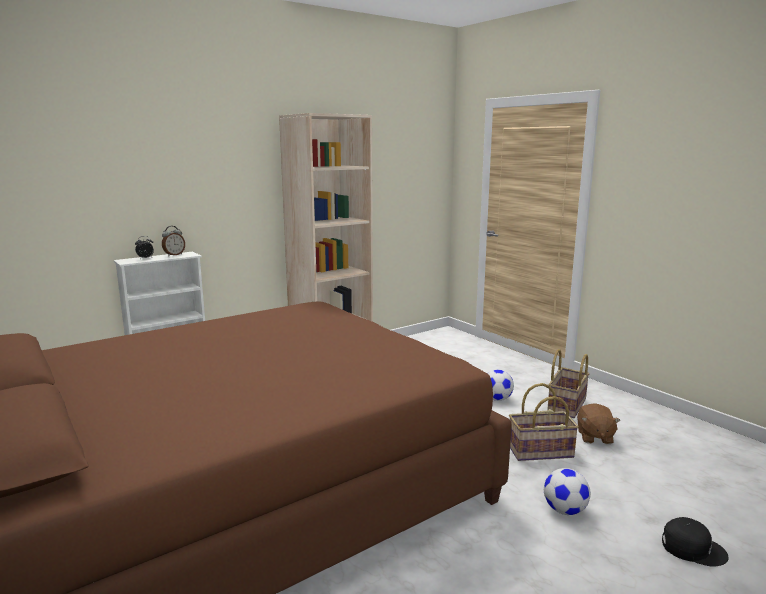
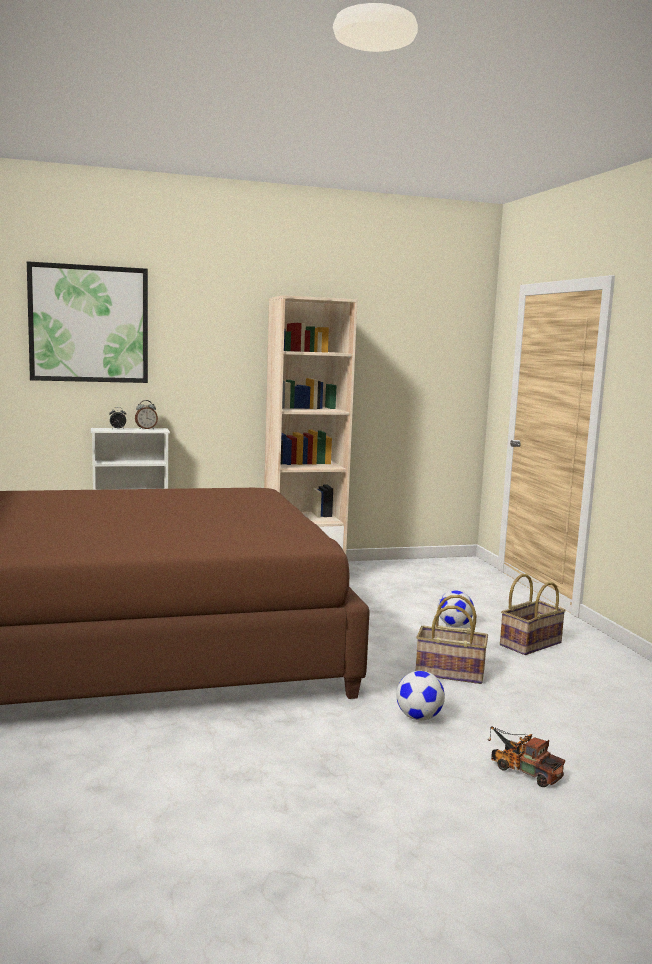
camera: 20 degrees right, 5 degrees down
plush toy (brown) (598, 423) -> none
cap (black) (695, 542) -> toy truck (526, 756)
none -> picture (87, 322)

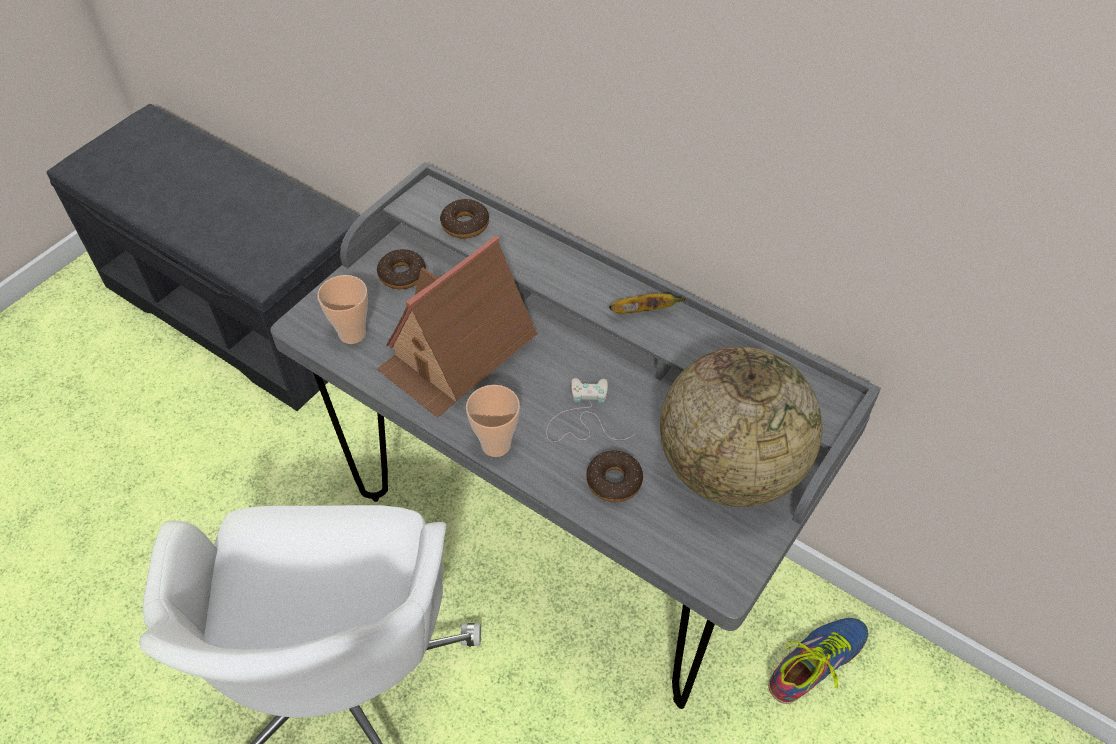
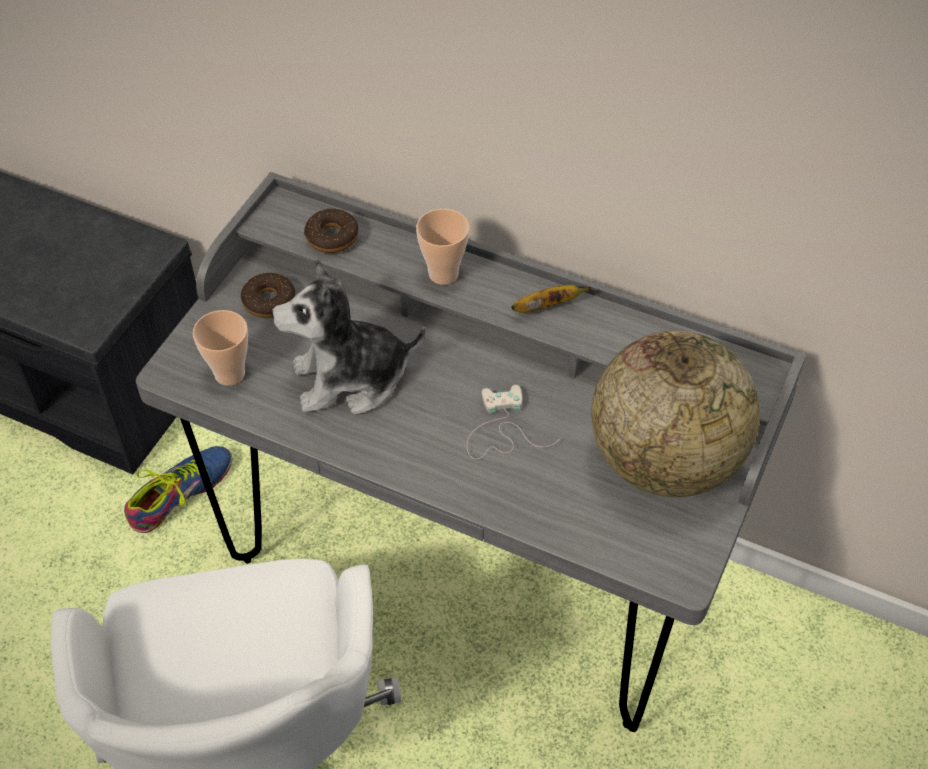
camera: 10 degrees left, 0 degrees up
toy house (457, 326) -> plush toy (349, 336)
cup (493, 421) -> cup (442, 247), relocated
donut (614, 476) -> none
shoe (818, 661) -> shoe (178, 489), relocated

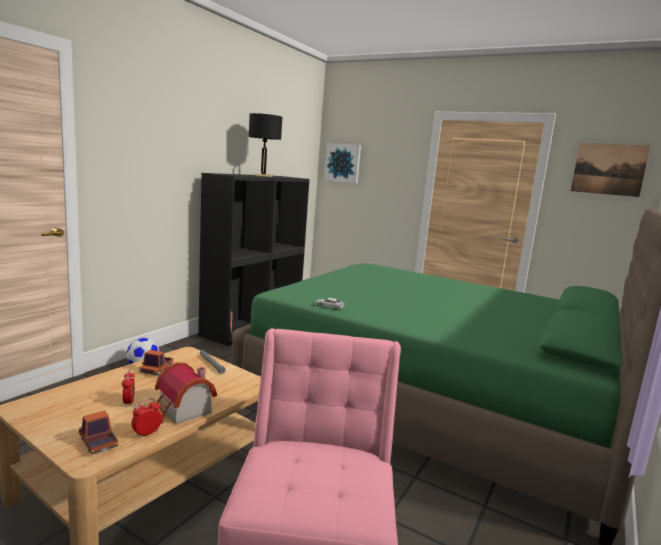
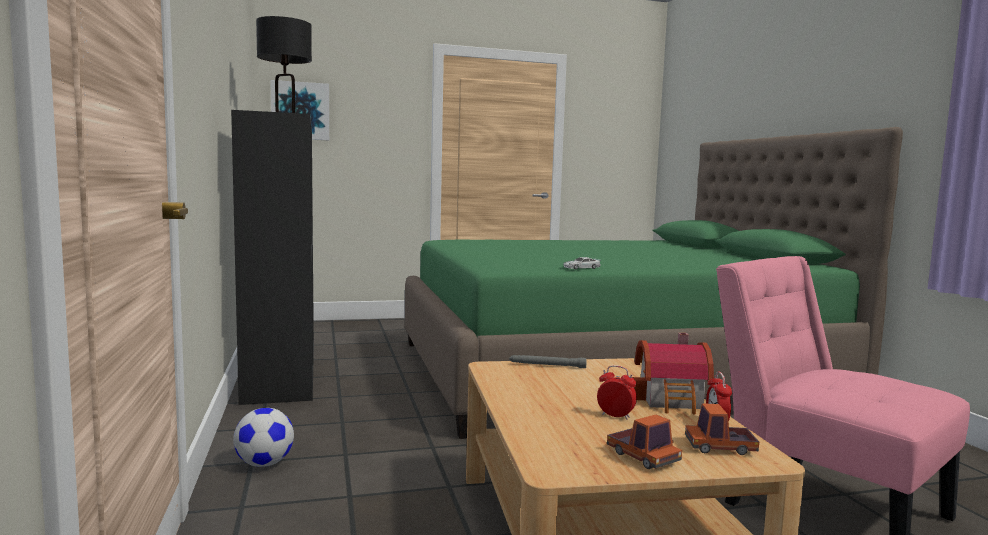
camera: 45 degrees left, 5 degrees down
picture (611, 170) -> none
toy truck (156, 362) -> toy truck (644, 441), relocated

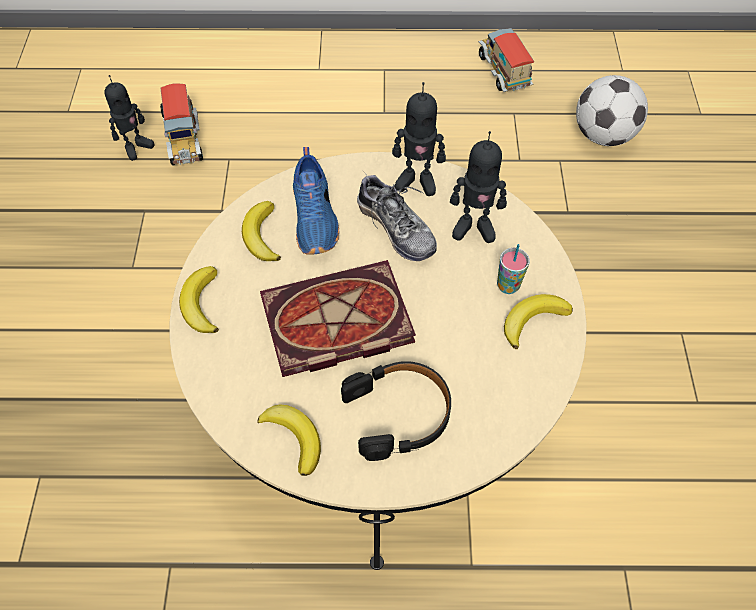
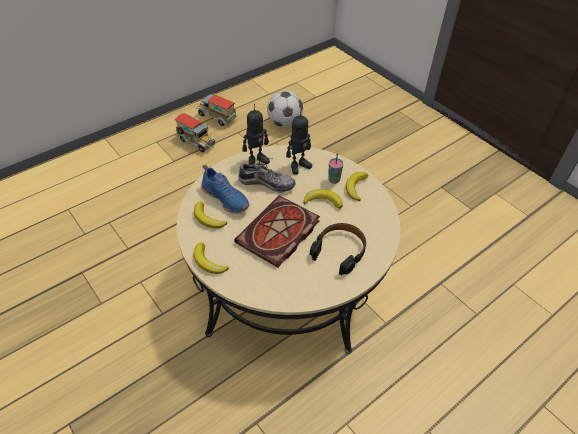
camera: 40 degrees left, 10 degrees down
toy robot (129, 118) -> none
toy truck (181, 124) -> toy truck (195, 132), relocated
banana (289, 440) -> banana (323, 199), relocated

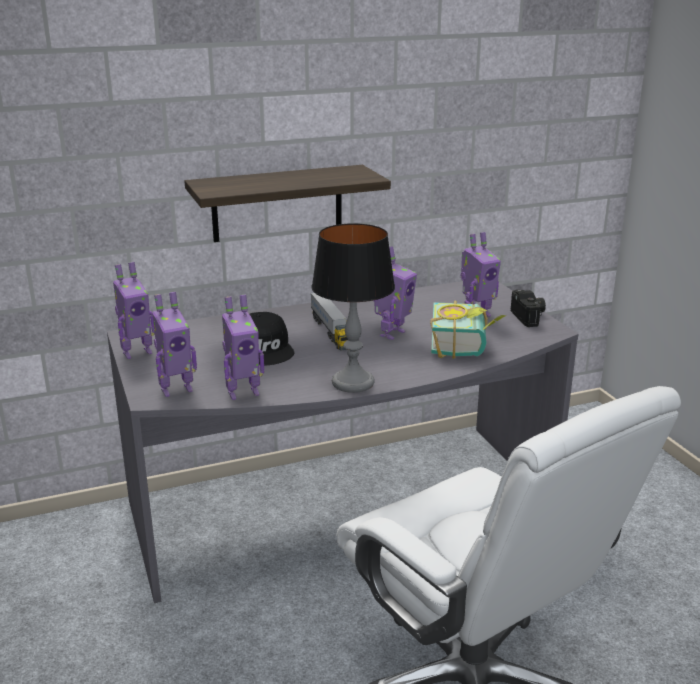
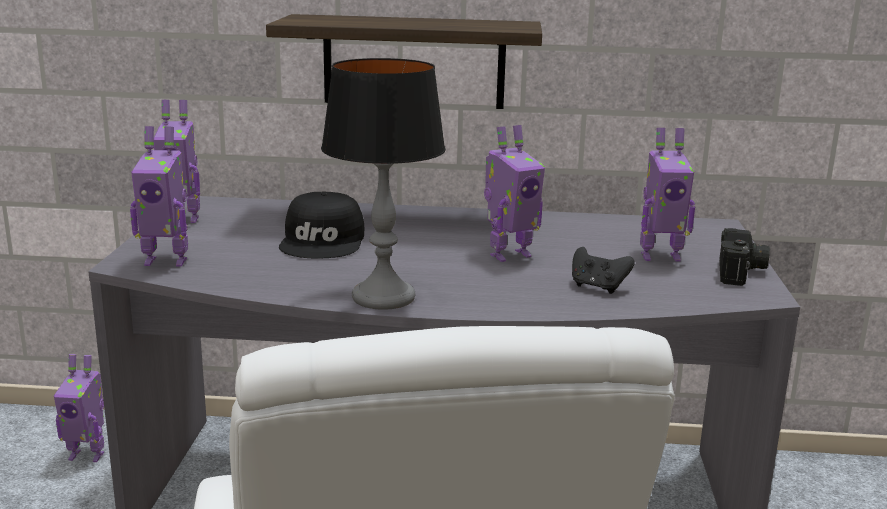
camera: 25 degrees right, 5 degrees down
toy truck (329, 322) -> none
toy robot (243, 347) -> toy robot (79, 408), relocated
book (468, 329) -> game controller (black) (603, 270)

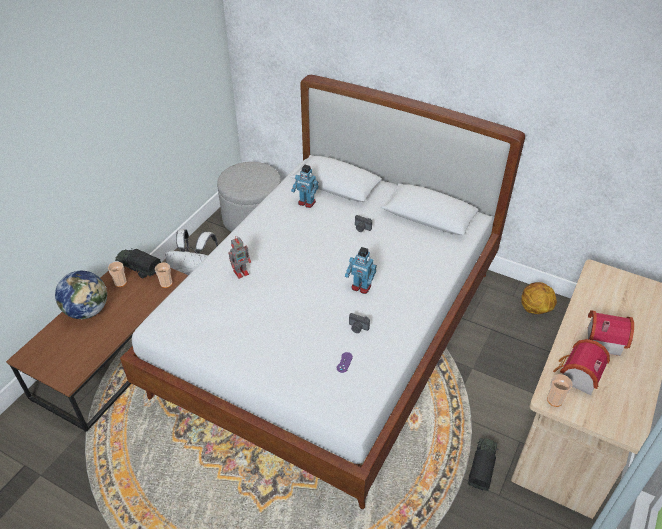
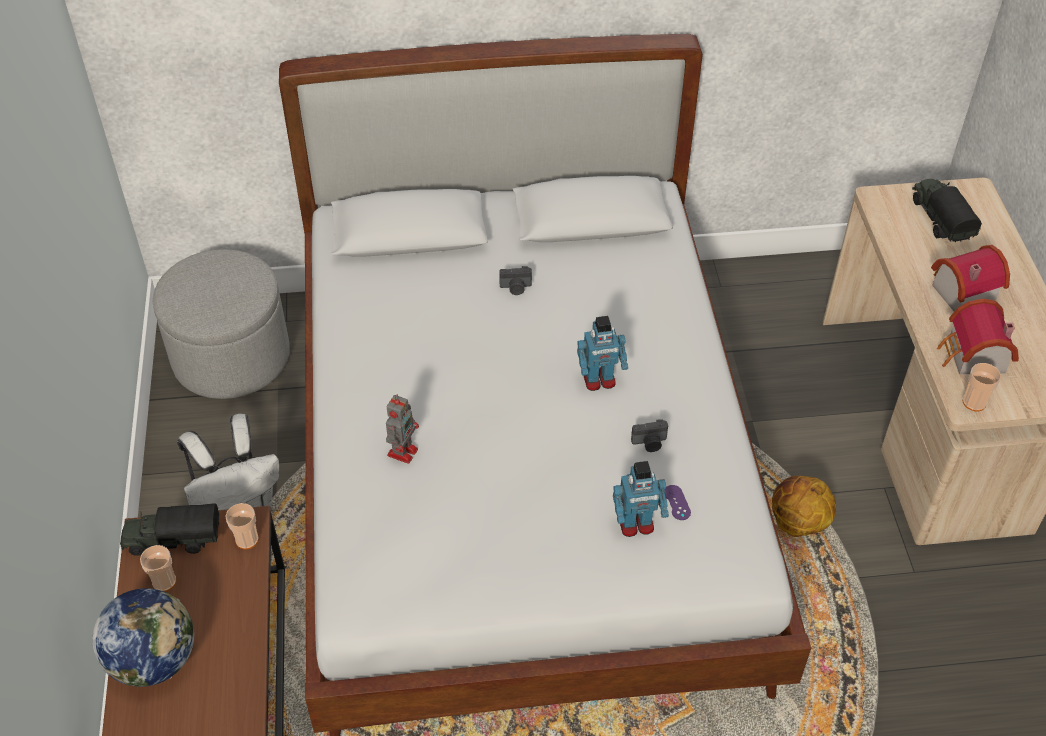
camera: 35 degrees left, 5 degrees up
toy robot (304, 186) -> toy robot (641, 499), relocated
basketball (539, 298) -> basketball (804, 506), relocated
toy truck (483, 464) -> toy truck (947, 210), relocated

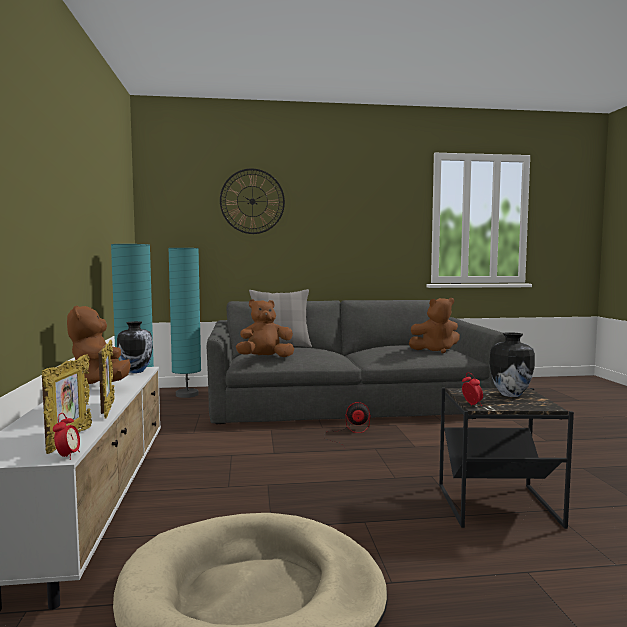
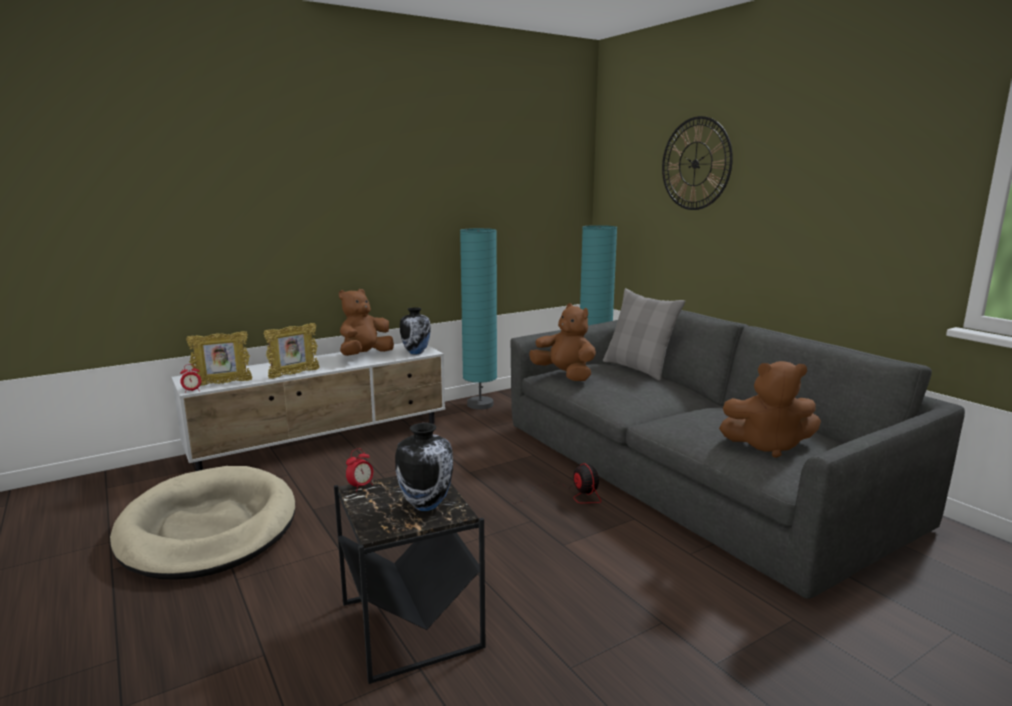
camera: 65 degrees right, 10 degrees up
plush toy (brown) (434, 325) -> plush toy (brown) (770, 409), 45 degrees counterclockwise

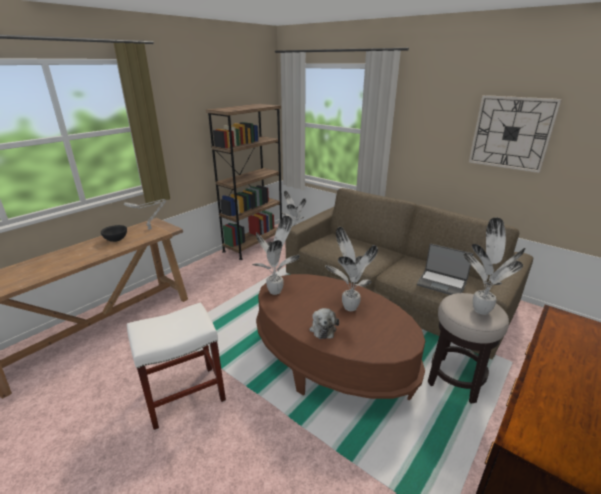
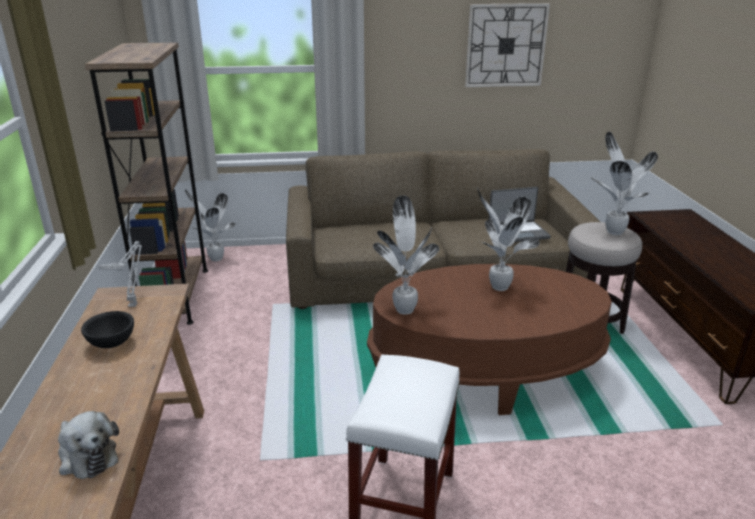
camera: 45 degrees left, 0 degrees up
plush toy (324, 323) -> plush toy (88, 445), relocated

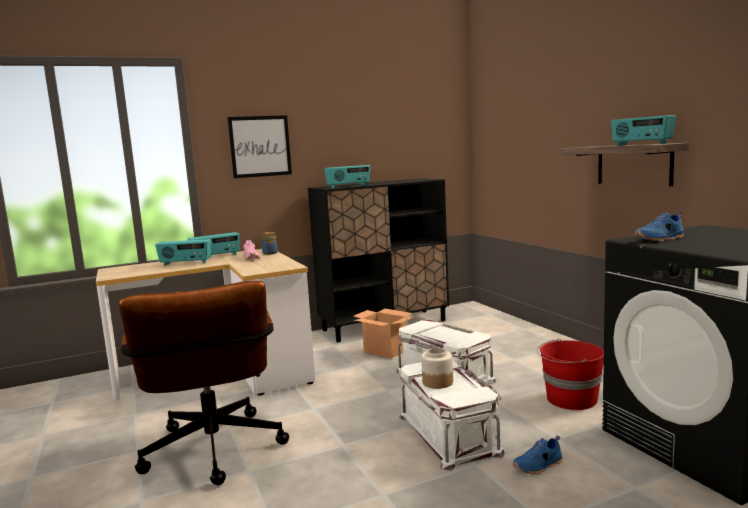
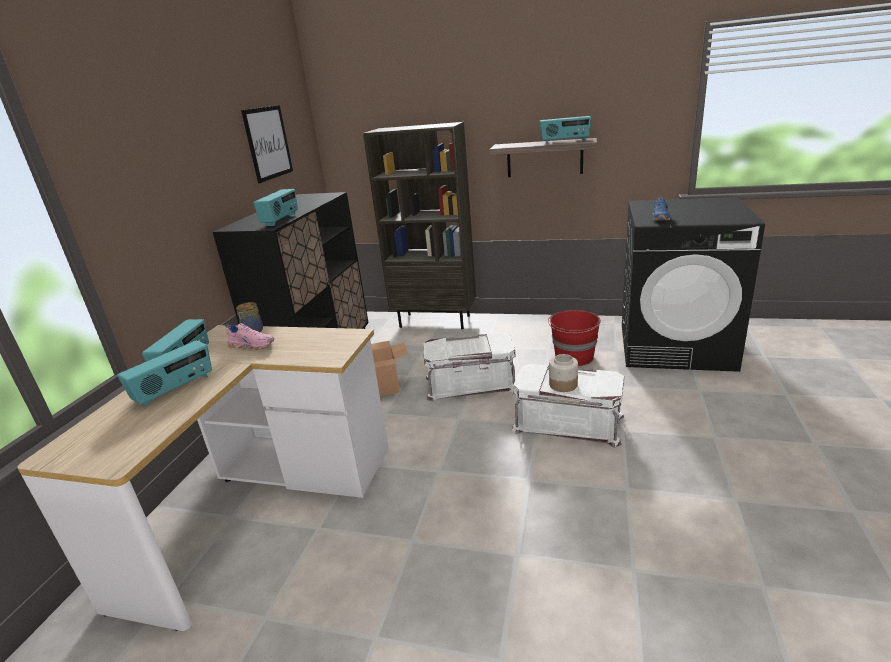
camera: 50 degrees left, 15 degrees up
picture (259, 146) -> picture (267, 144), relocated
office chair (brown) (204, 383) -> none
shoe (blue) (537, 455) -> none
none -> bookcase (brown) (419, 225)

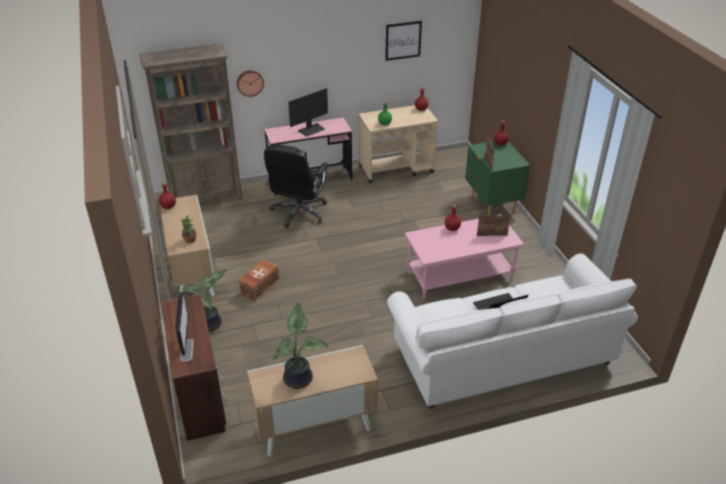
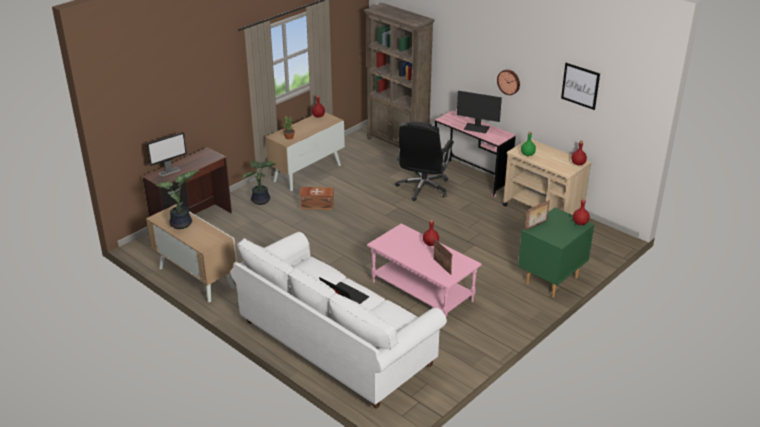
camera: 60 degrees right, 5 degrees down
wall clock (250, 83) -> wall clock (508, 82), relocated
office chair (black) (296, 186) -> office chair (black) (424, 161), 60 degrees counterclockwise

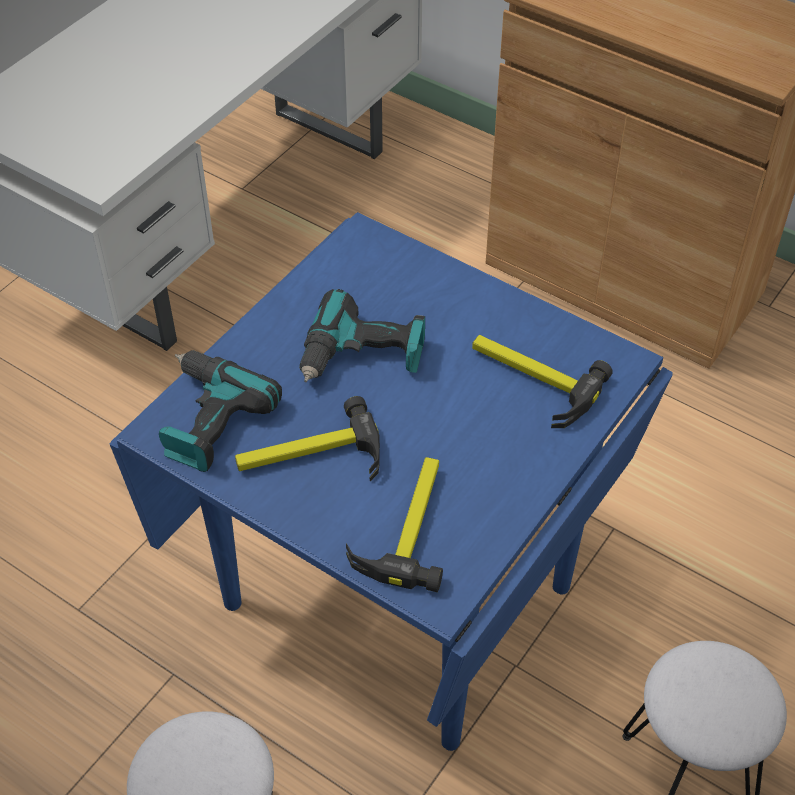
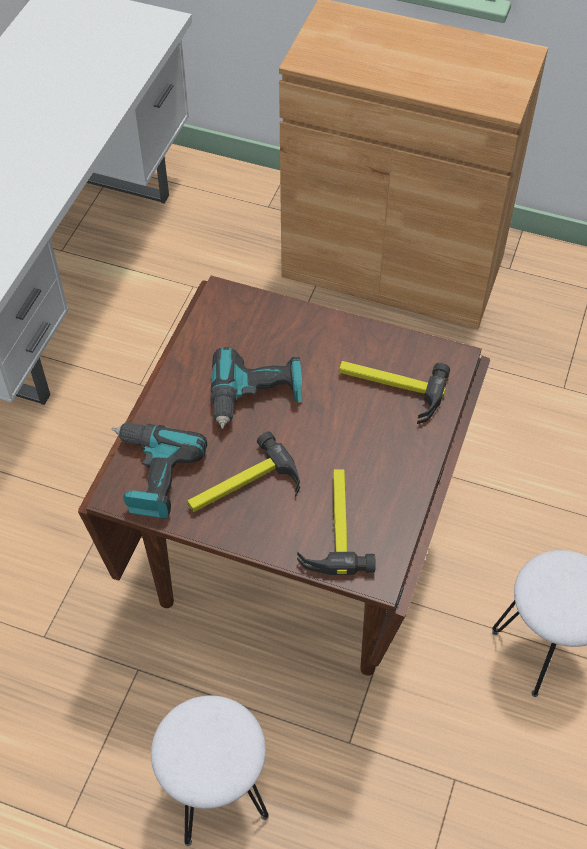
camera: 15 degrees left, 5 degrees up
dining table (blue) (391, 481) -> dining table (brown) (284, 476)

